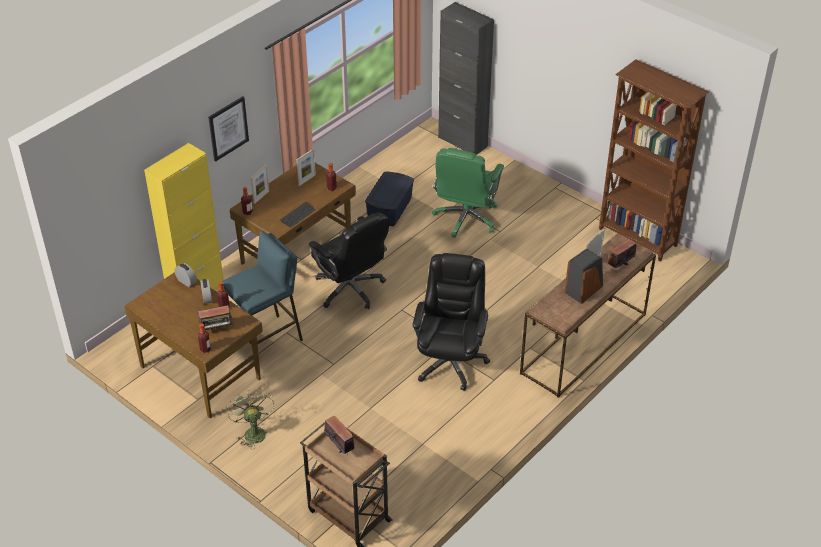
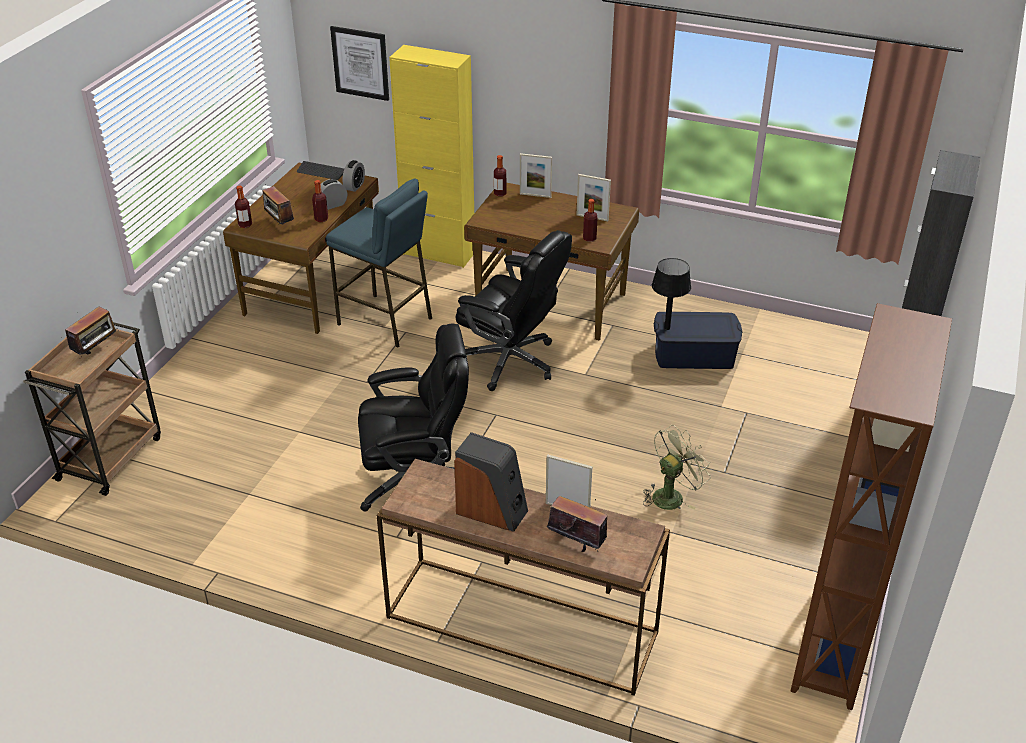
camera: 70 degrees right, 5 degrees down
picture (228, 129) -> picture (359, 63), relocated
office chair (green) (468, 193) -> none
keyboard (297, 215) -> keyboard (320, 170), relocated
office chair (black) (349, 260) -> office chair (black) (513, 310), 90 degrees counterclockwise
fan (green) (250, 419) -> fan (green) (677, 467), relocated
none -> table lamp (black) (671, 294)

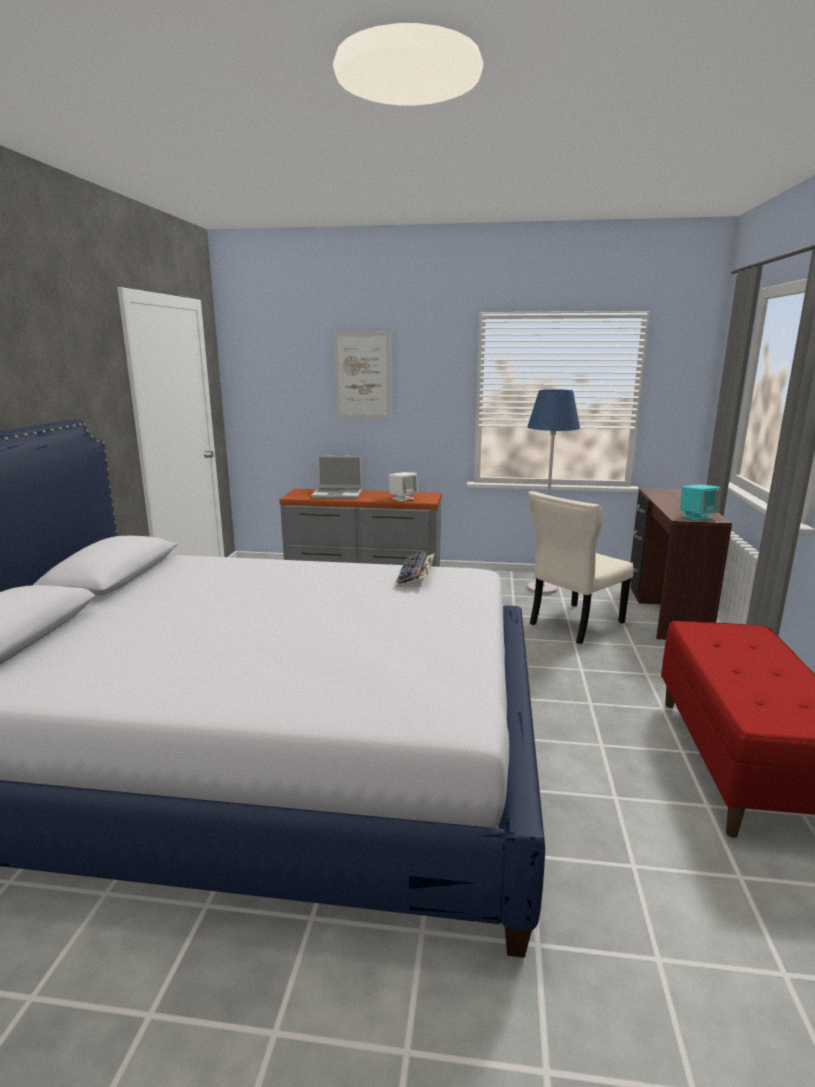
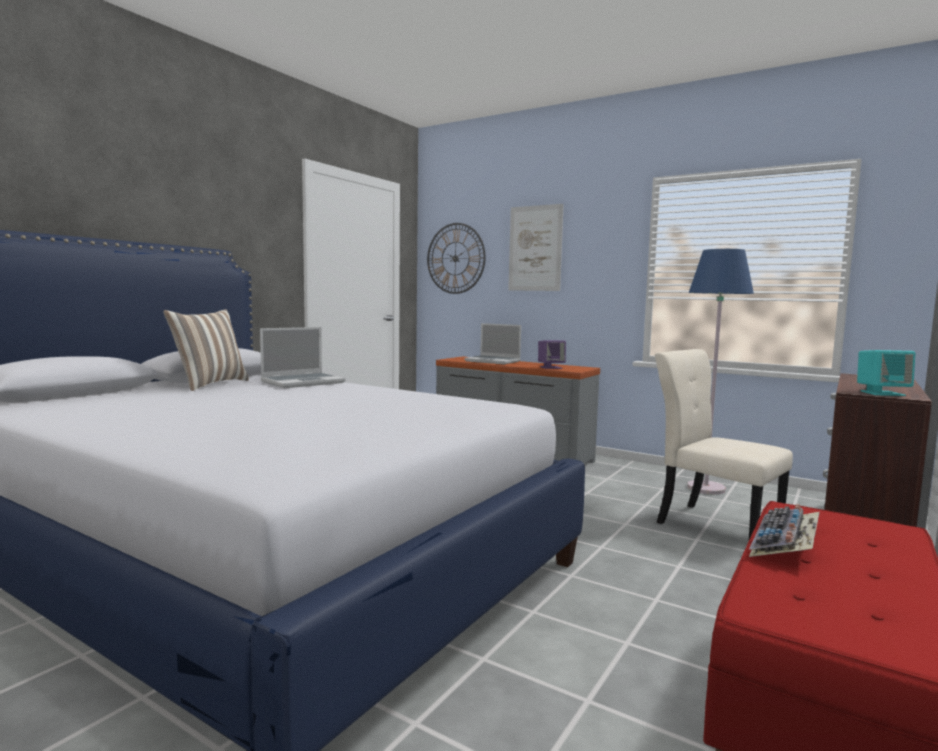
camera: 25 degrees right, 10 degrees down
speaker (white) (403, 487) -> speaker (purple) (552, 354)
chair (beige) (580, 567) -> chair (beige) (724, 445), 60 degrees clockwise
keyboard (415, 569) -> keyboard (784, 530), relocated
none -> wall clock (456, 258)
none -> pillow (206, 350)
none -> laptop (303, 357)

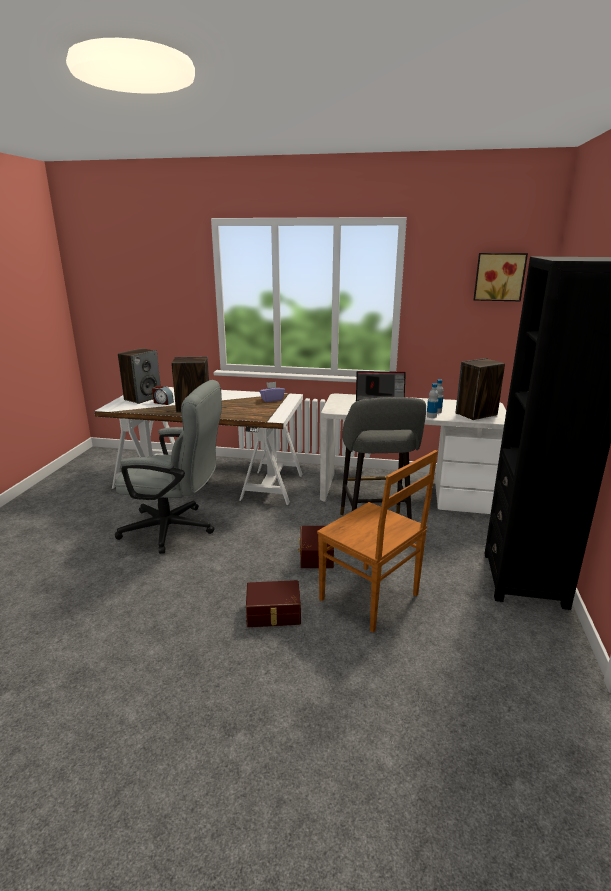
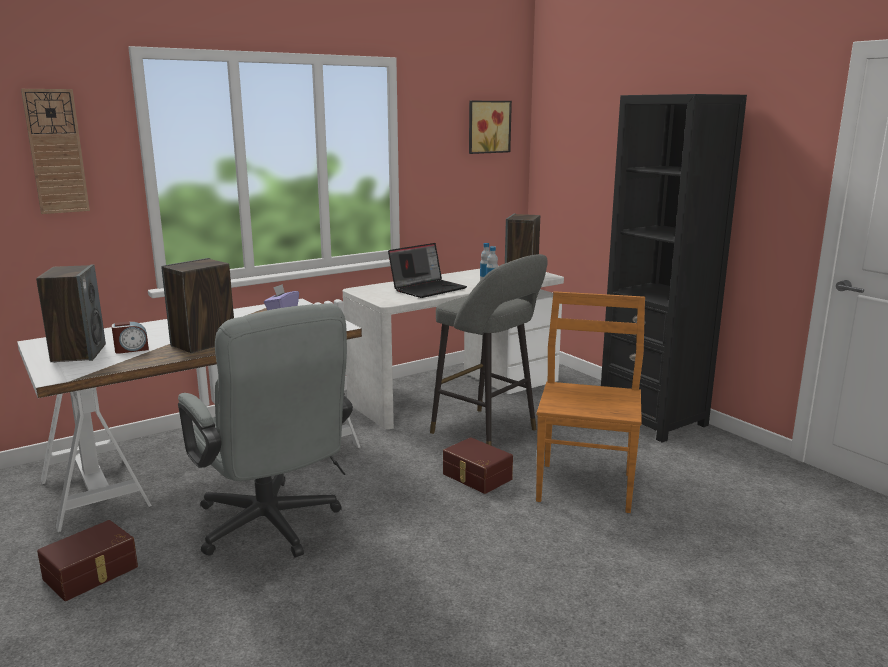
camera: 45 degrees left, 5 degrees down
office chair (grey) (168, 467) -> office chair (grey) (265, 430), 90 degrees clockwise
chair (brown) (377, 541) -> chair (brown) (590, 402), 75 degrees counterclockwise
storage box (brown) (273, 603) -> storage box (brown) (87, 560), relocated
none -> wall clock (55, 151)

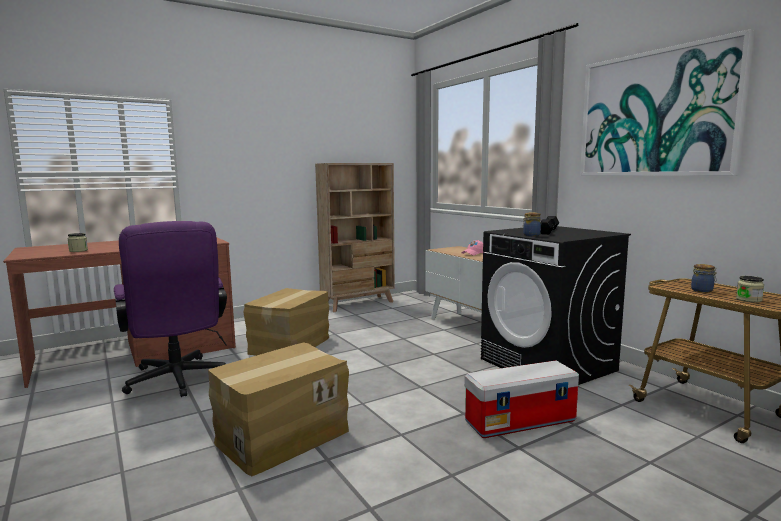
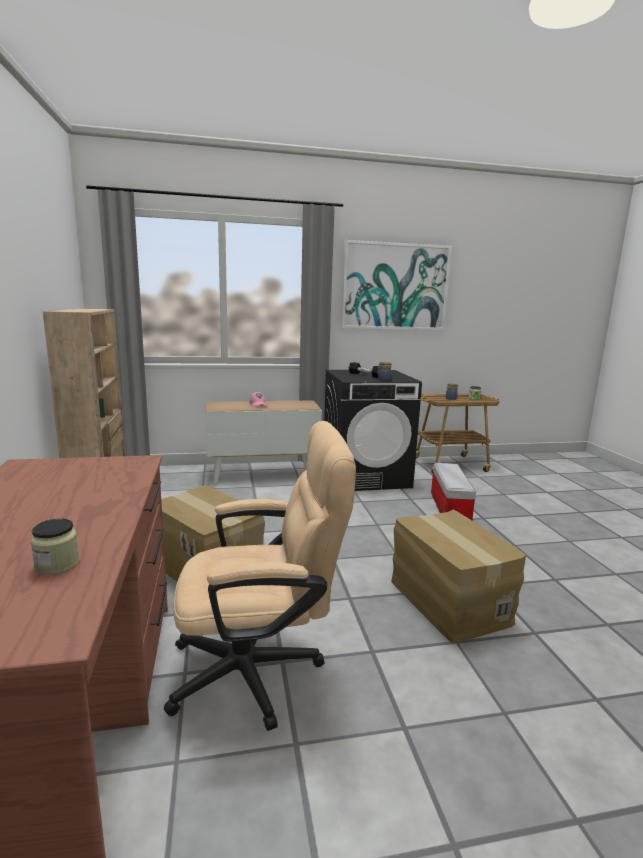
camera: 70 degrees left, 5 degrees up
office chair (purple) (170, 309) -> office chair (beige) (260, 576)

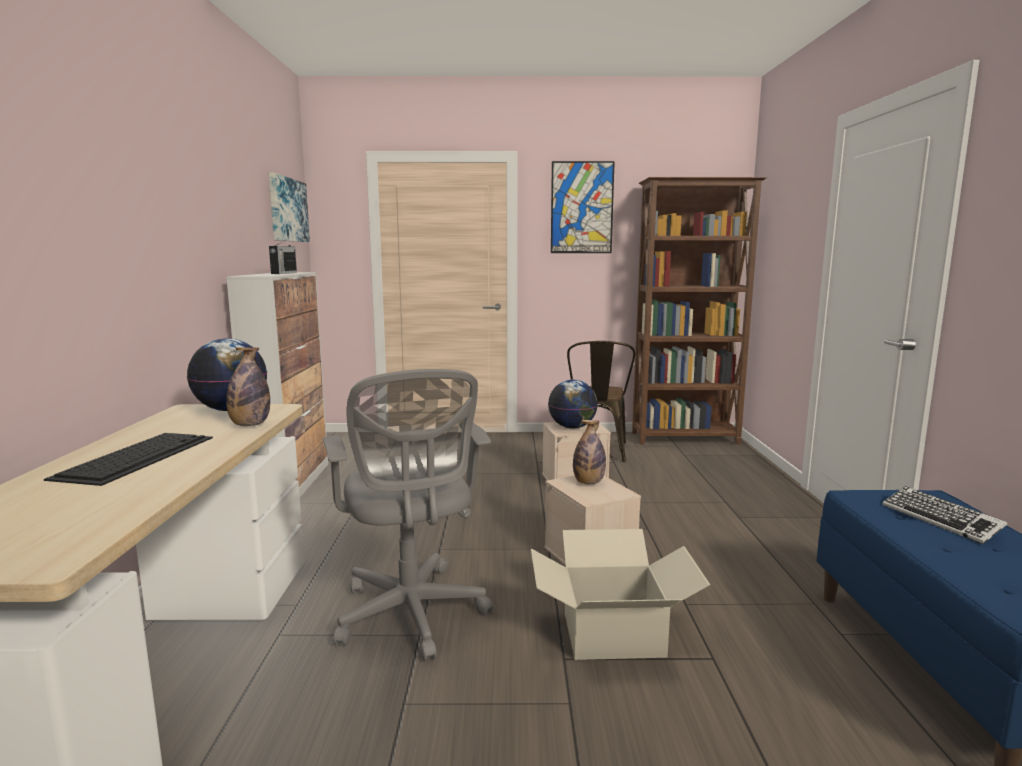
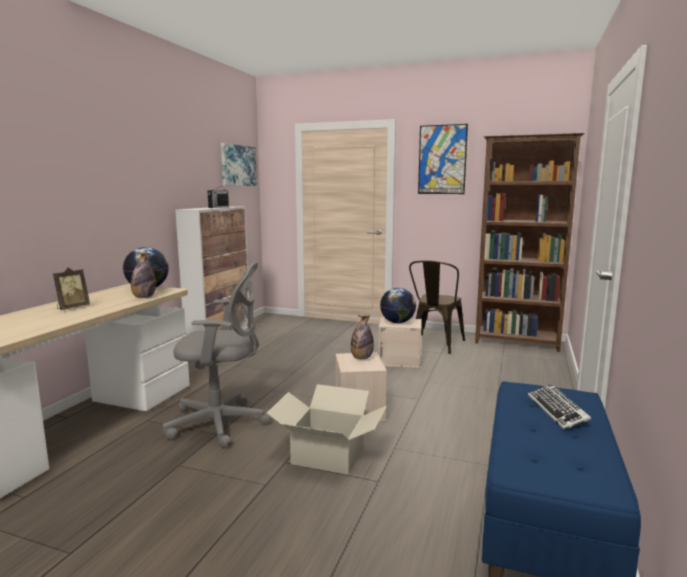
camera: 20 degrees right, 0 degrees up
office chair (grey) (408, 515) -> office chair (grey) (217, 355), 90 degrees counterclockwise
keyboard (128, 459) -> picture frame (71, 288)

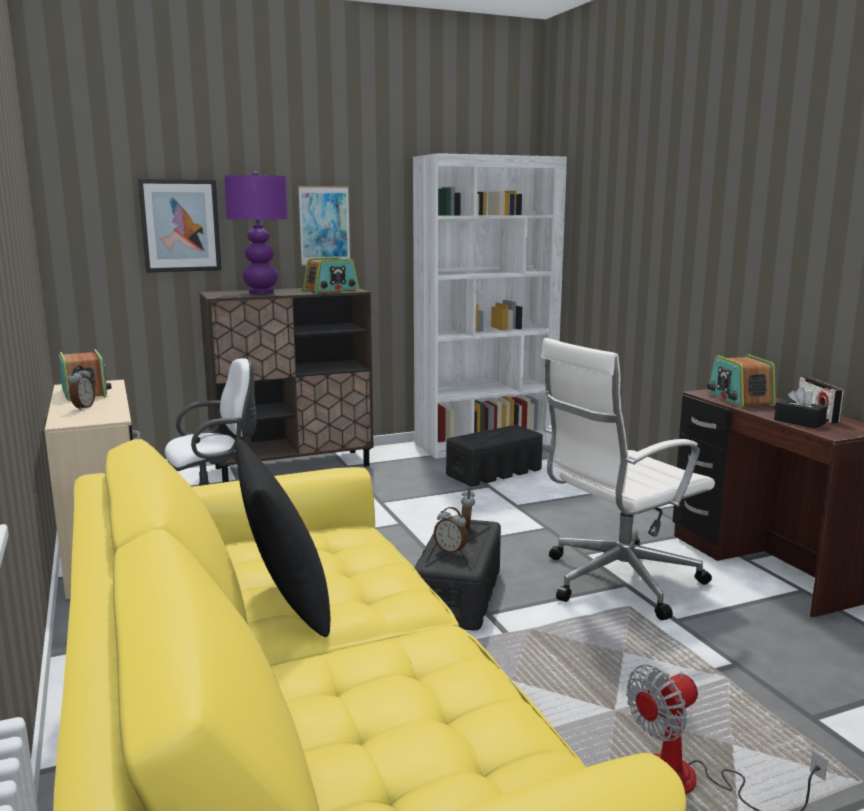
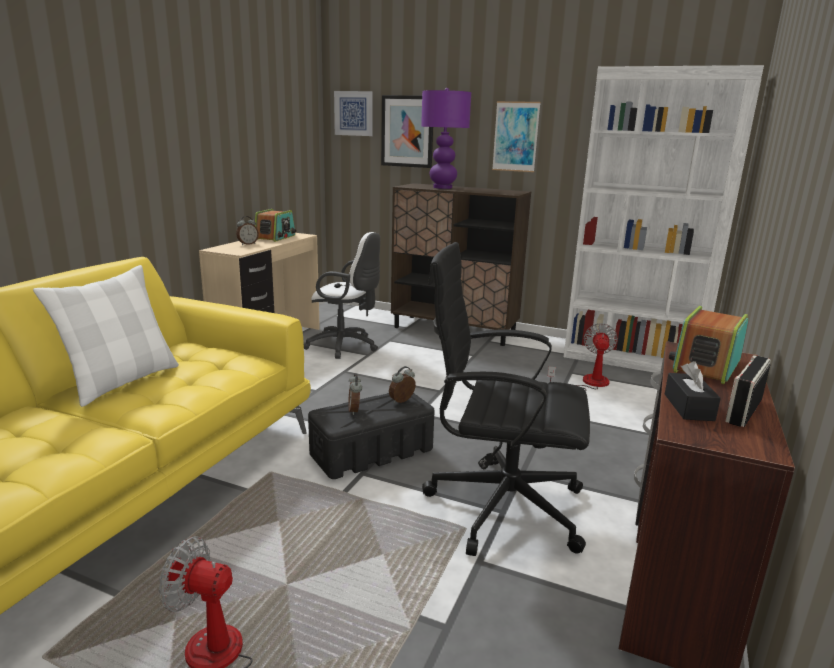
camera: 45 degrees right, 5 degrees up
radio (331, 274) -> none
office chair (white) (628, 479) -> office chair (black) (506, 399)
storage box (black) (494, 455) -> fan (583, 357)
pillow (black) (282, 538) -> pillow (white) (106, 336)
none -> picture (353, 113)

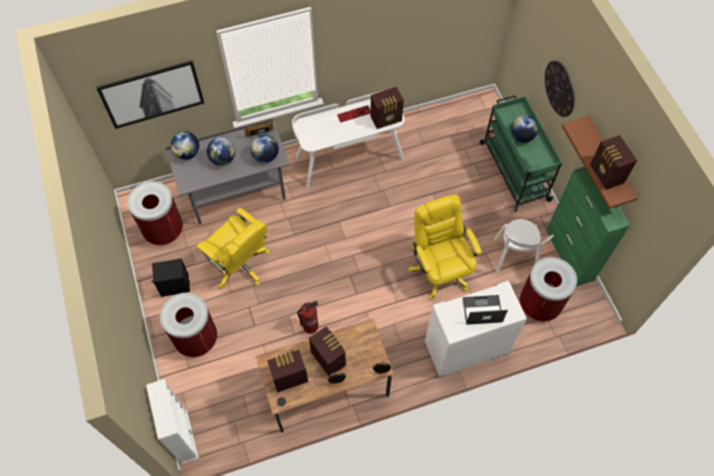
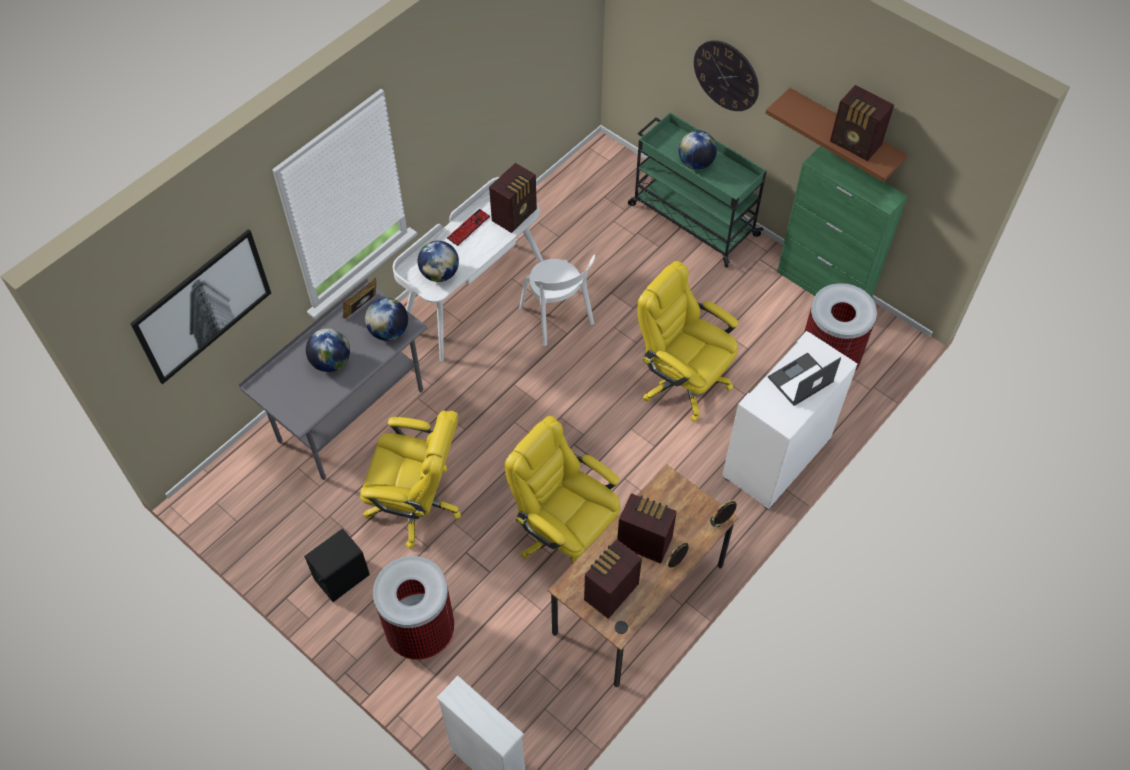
camera: 30 degrees left, 5 degrees down
globe (185, 145) -> globe (438, 261), relocated
trash can (155, 213) -> none
chair (white) (524, 245) -> chair (white) (557, 300), relocated
fire extinguisher (307, 317) -> office chair (yellow) (562, 489)

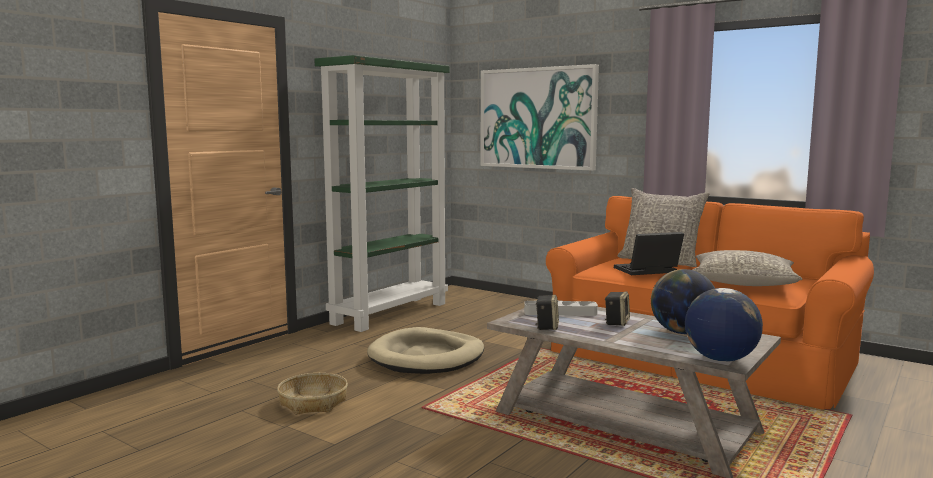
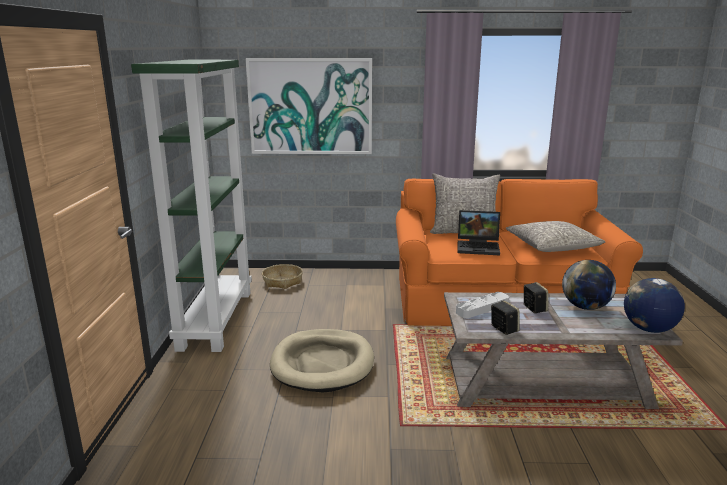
camera: 35 degrees left, 10 degrees up
laptop (649, 253) -> laptop (479, 232), 120 degrees counterclockwise
basket (312, 394) -> basket (282, 276), relocated

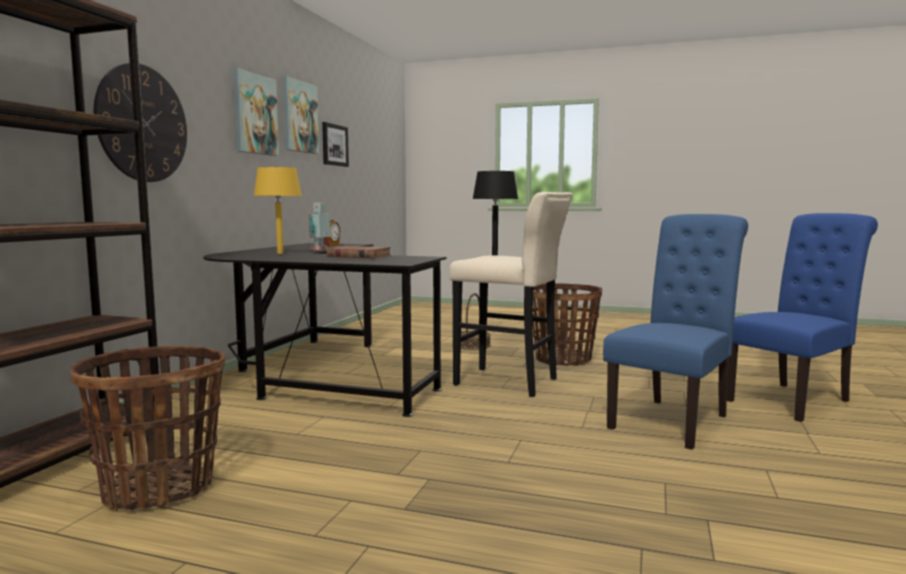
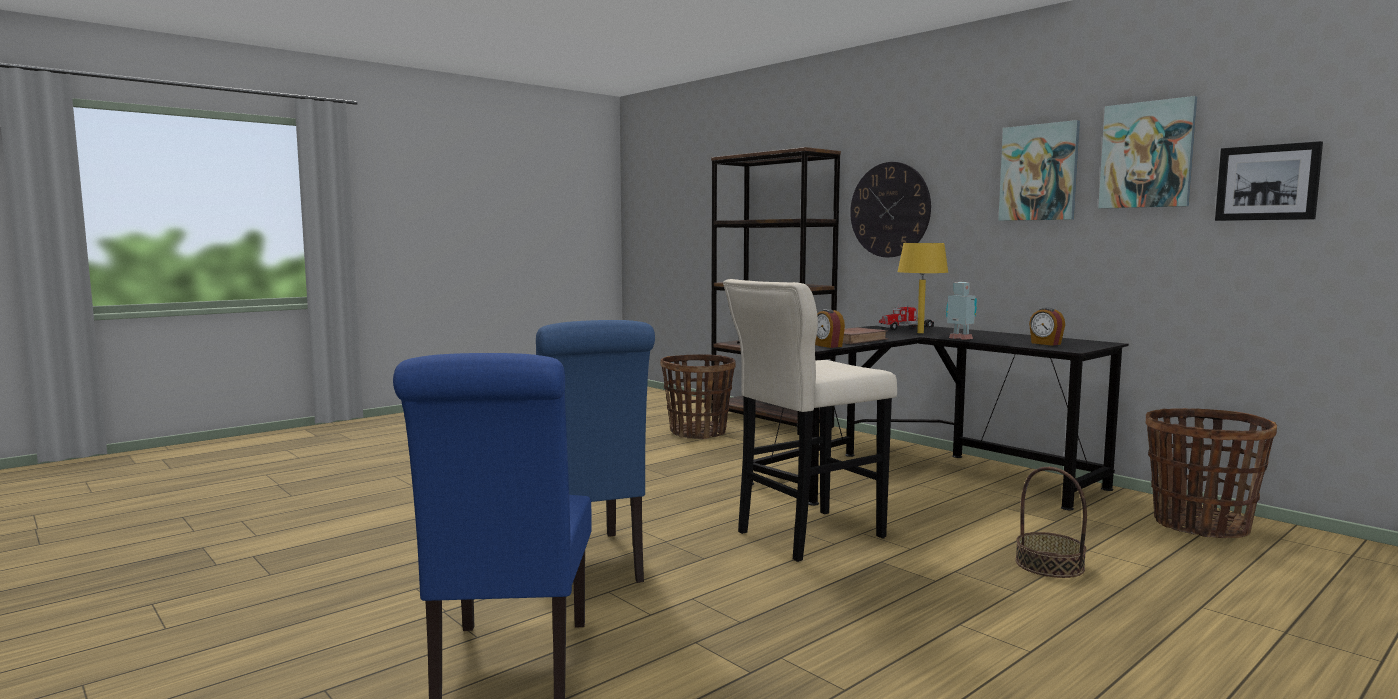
camera: 120 degrees right, 0 degrees up
table lamp (black) (495, 213) -> none
basket (567, 324) -> basket (1211, 473), relocated
none -> toy truck (906, 316)
none -> alarm clock (830, 328)

